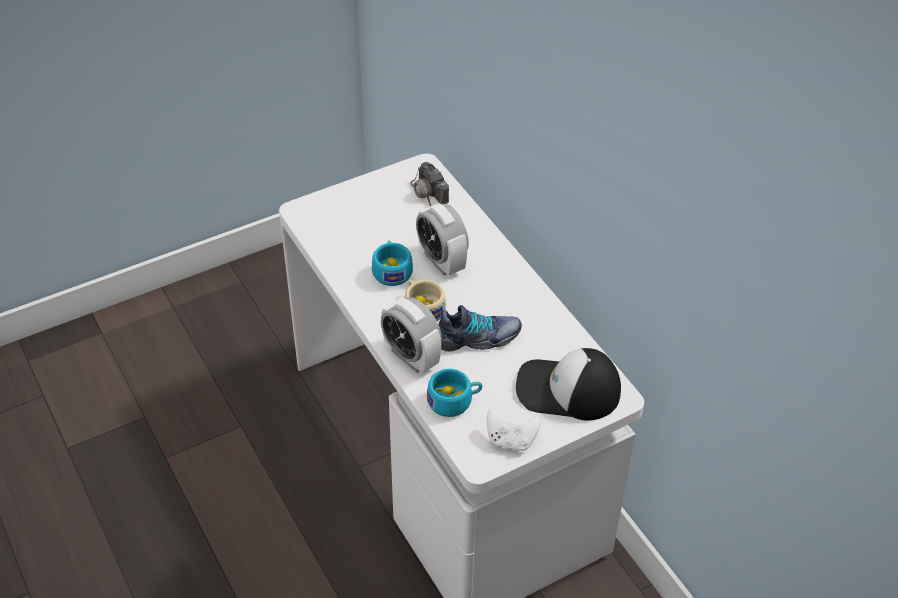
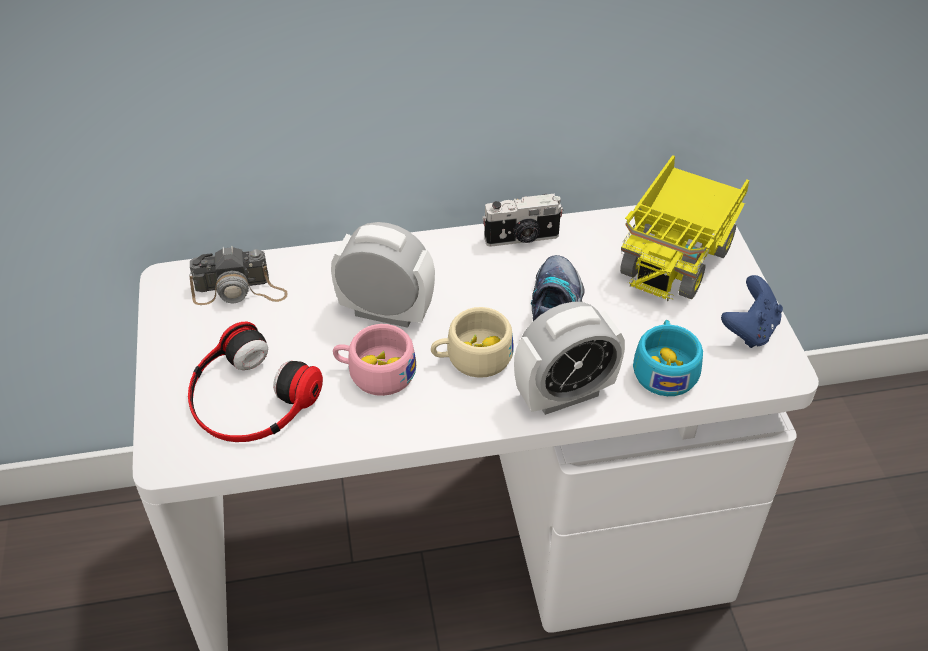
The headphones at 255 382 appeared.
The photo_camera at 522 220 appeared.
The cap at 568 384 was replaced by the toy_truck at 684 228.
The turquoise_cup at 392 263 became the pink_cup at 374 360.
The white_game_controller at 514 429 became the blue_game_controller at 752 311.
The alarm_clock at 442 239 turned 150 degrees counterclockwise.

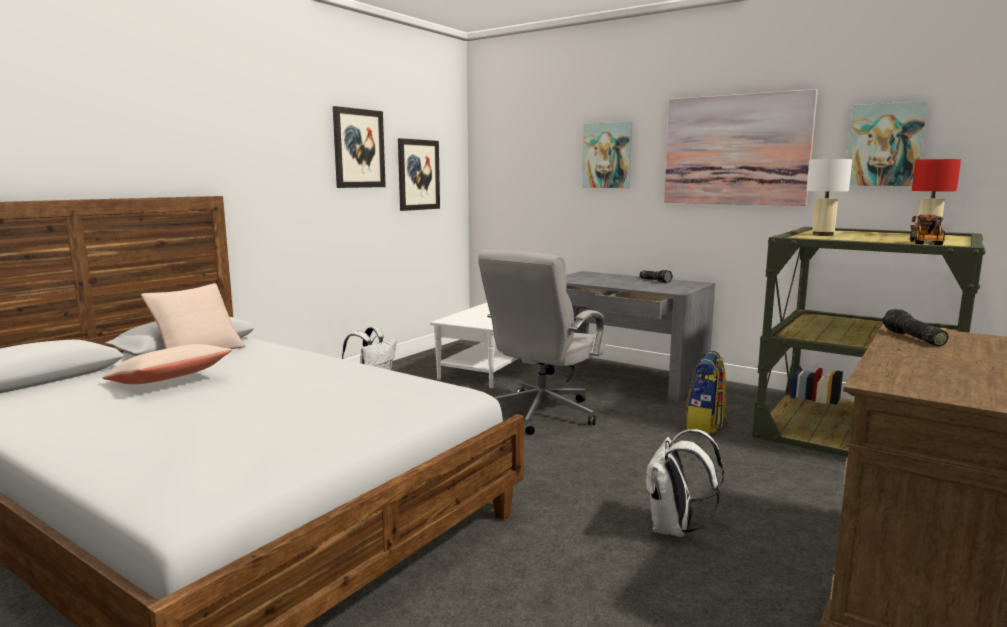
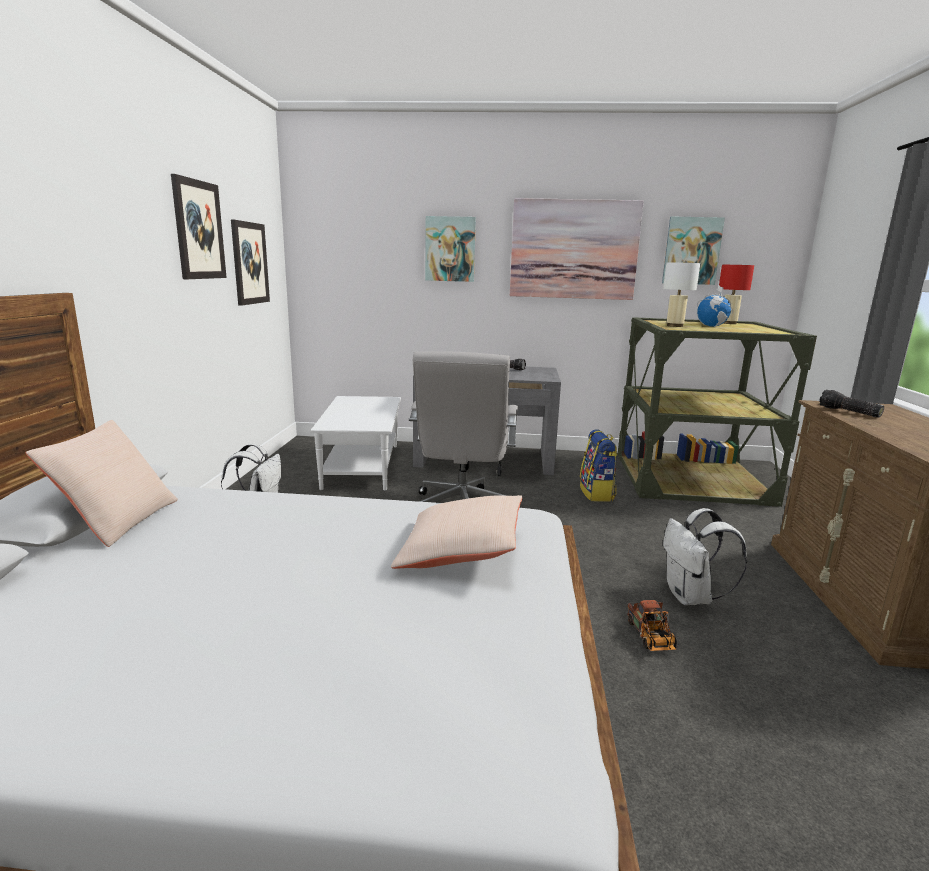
The globe at 715 306 appeared.
The beige_pillow moved from 167 364 to 456 532.
The toy_truck moved from 927 229 to 652 625.

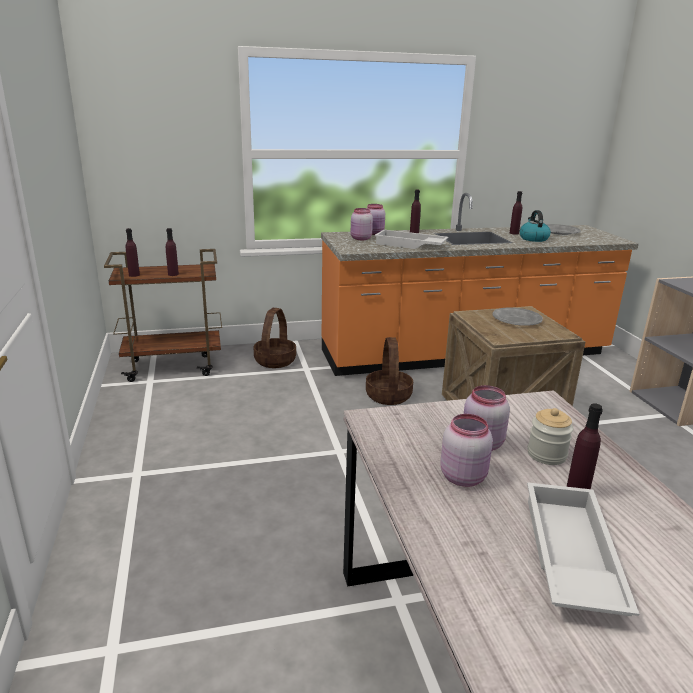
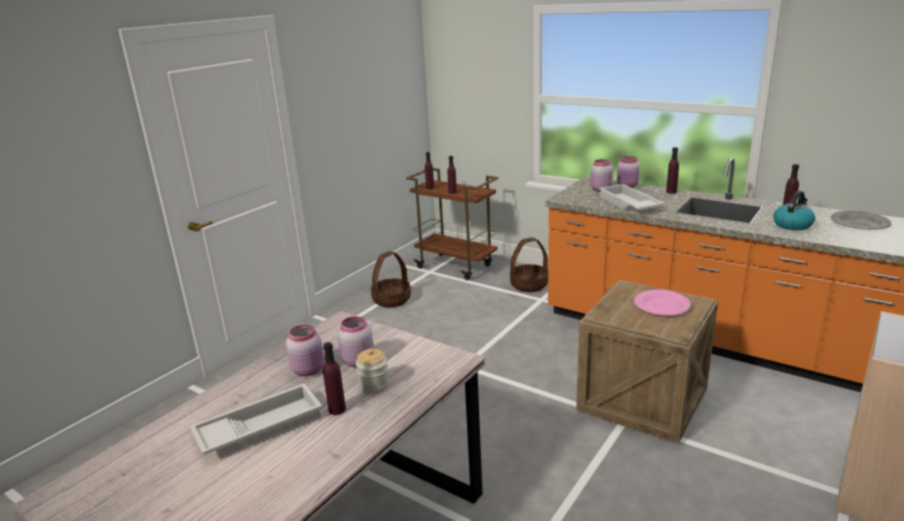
The basket moved from 389 371 to 391 279.
The grey_plate at 517 316 became the pink_plate at 662 302.

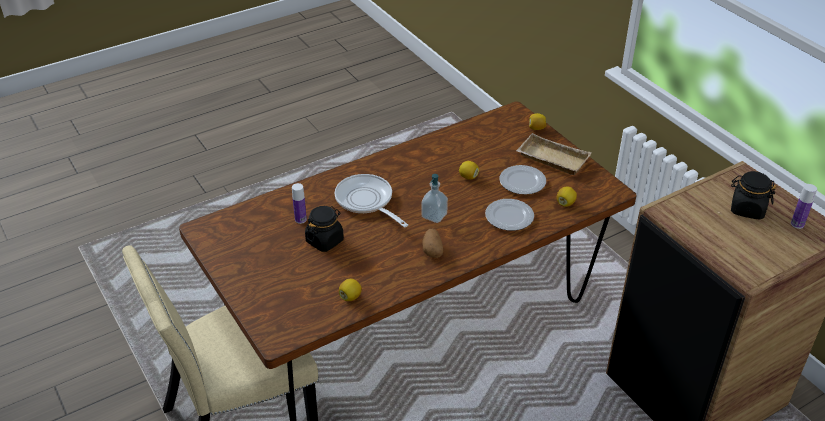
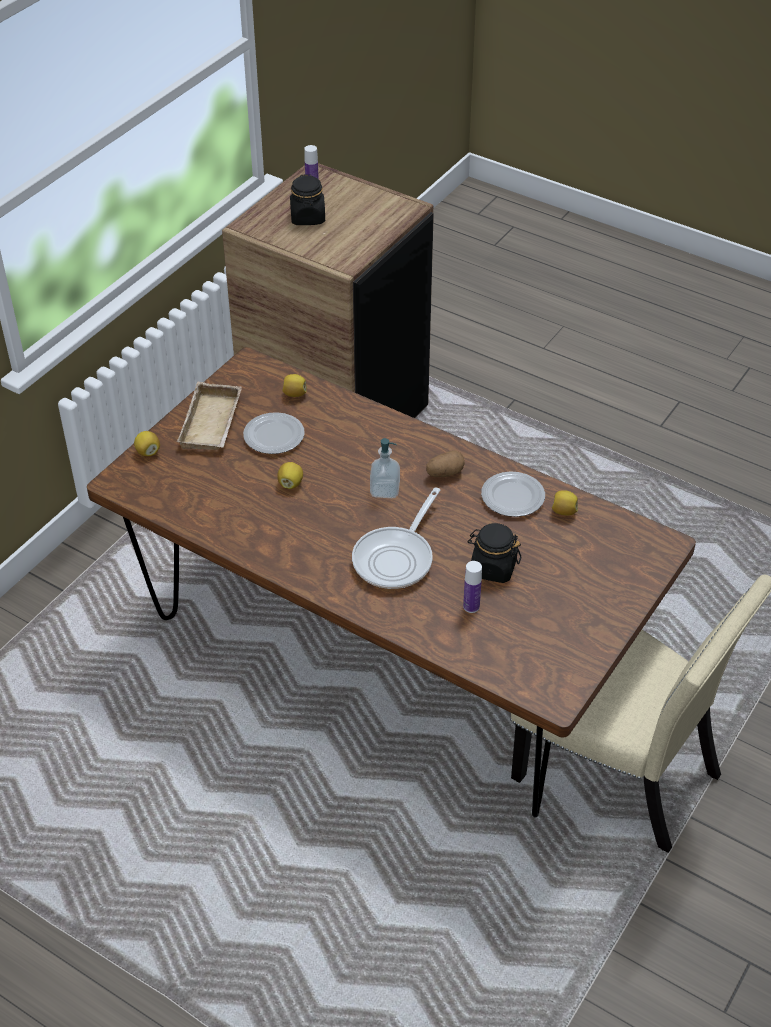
The plate moved from 509 215 to 513 494.

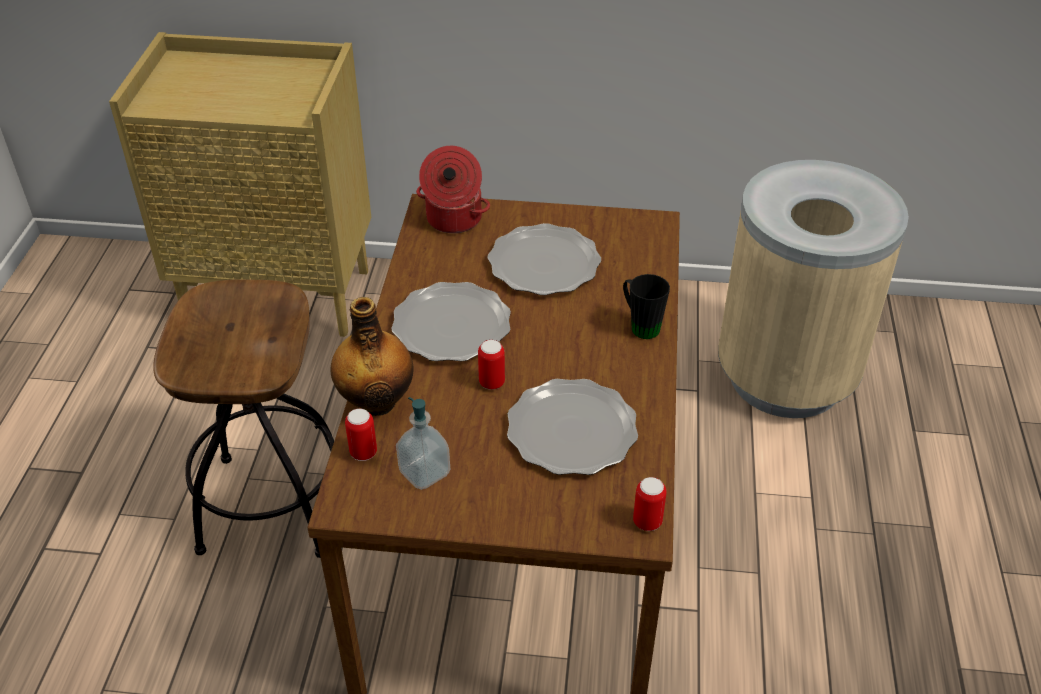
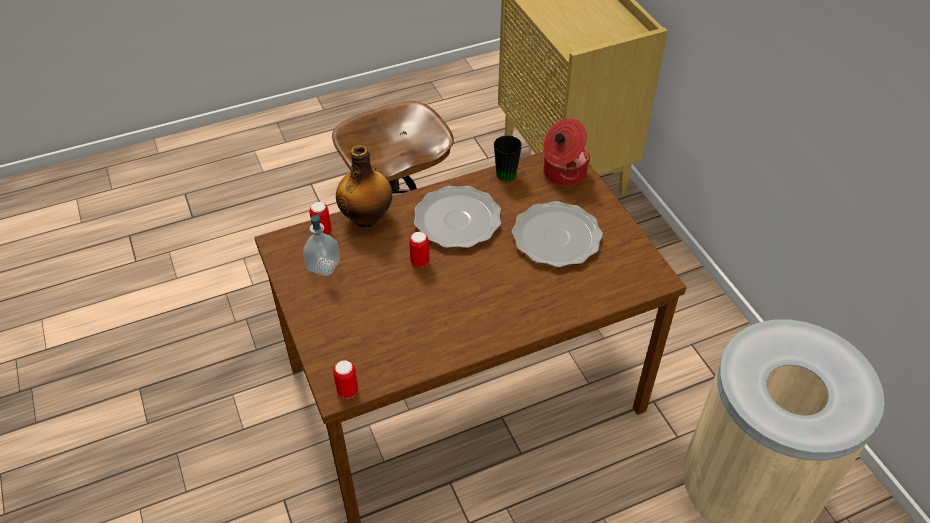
The plate at 572 427 disappeared.
The black_mug moved from 646 306 to 508 158.

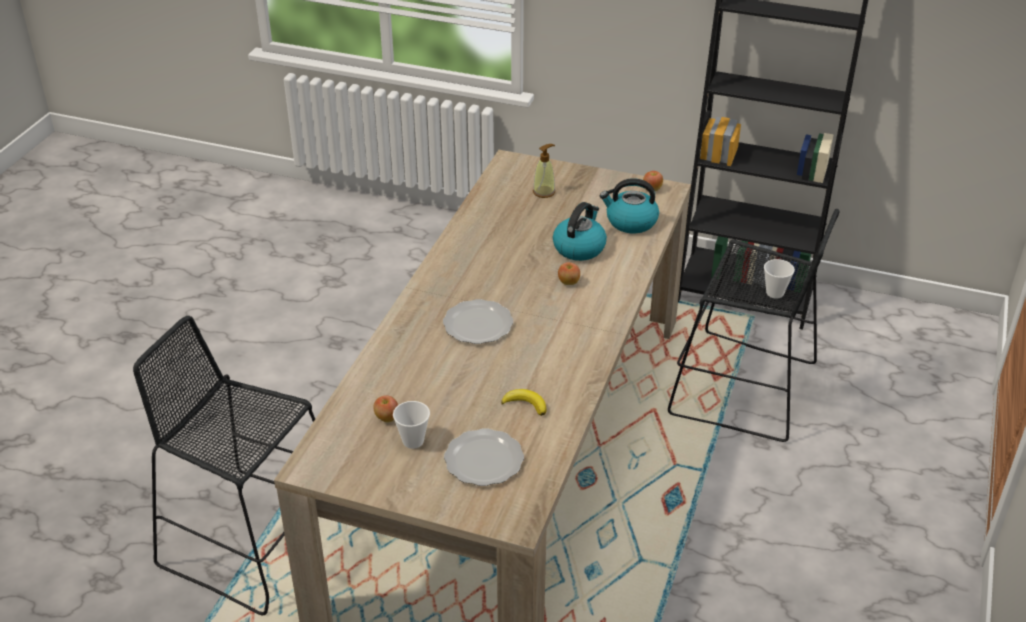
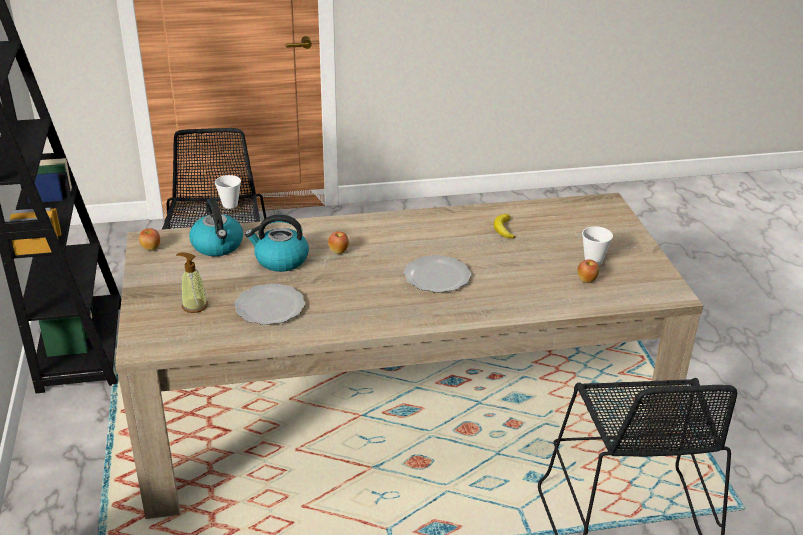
The plate moved from 484 457 to 269 304.

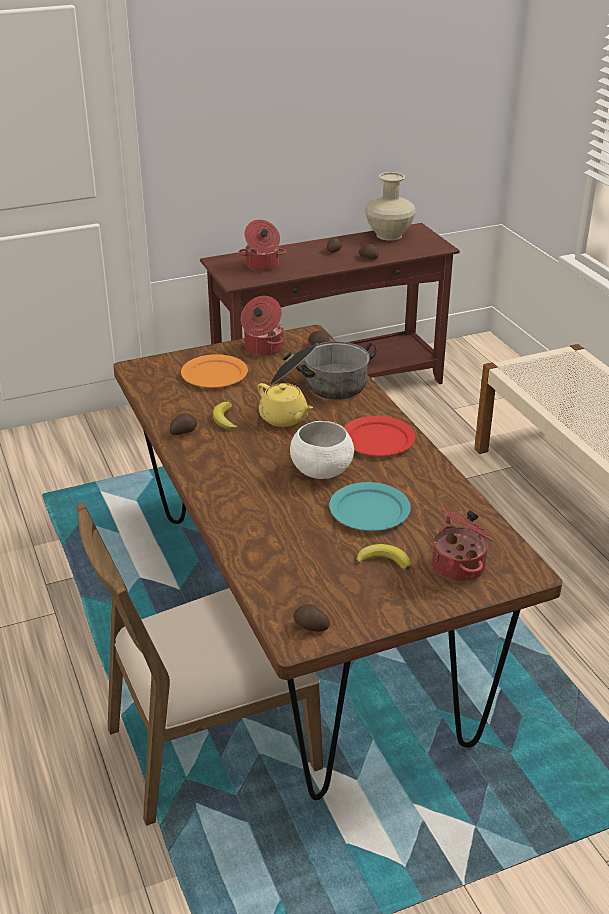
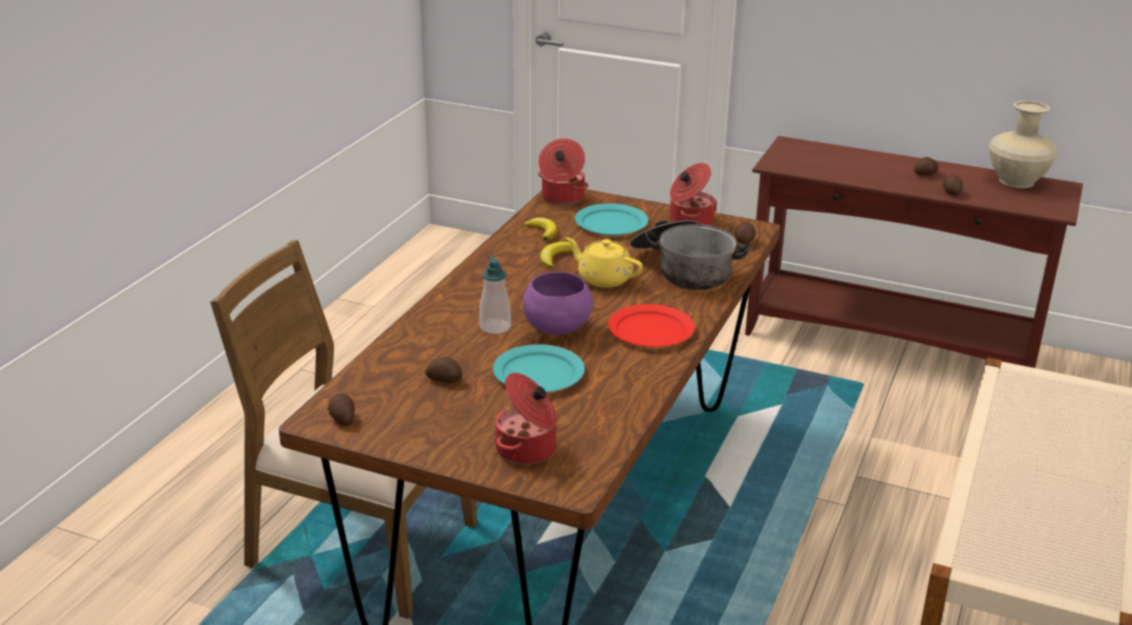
The soap_dispenser at 495 294 appeared.
The potato moved from 183 424 to 444 370.
The cooking_pot moved from 262 245 to 563 172.
The banana moved from 383 557 to 540 229.
The orange_plate at 214 371 became the turquoise_plate at 611 219.
The white_bowl at 322 450 became the purple_bowl at 558 303.
The yellow_teapot at 285 405 turned 120 degrees clockwise.

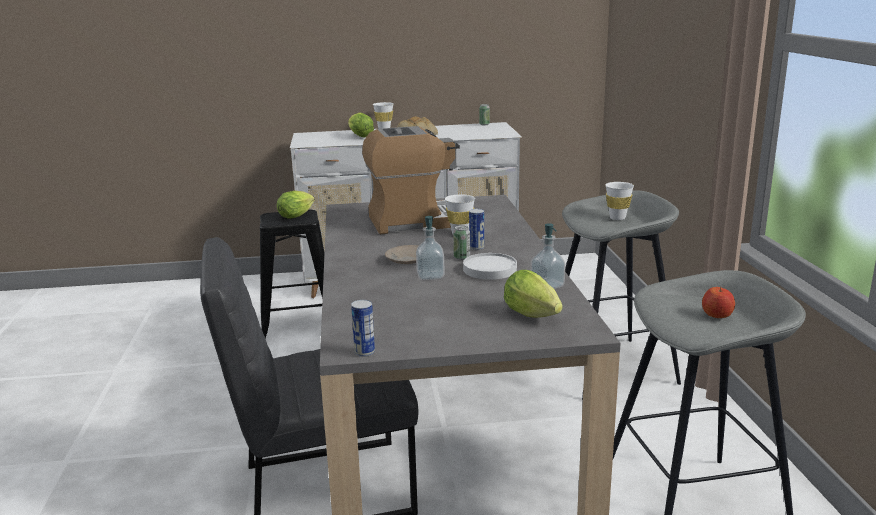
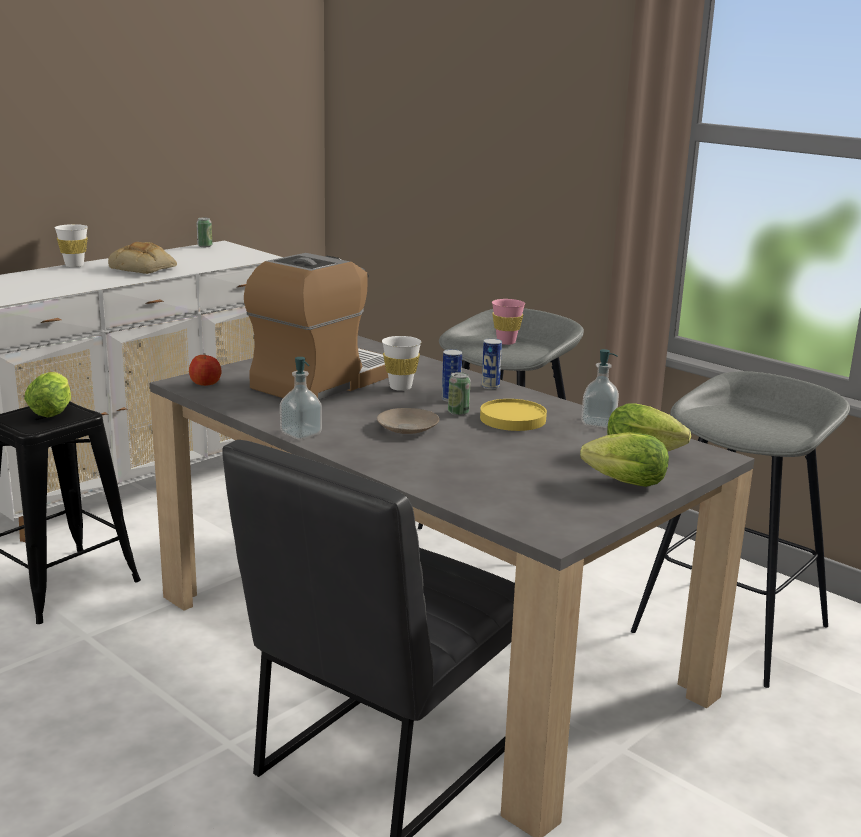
The lettuce moved from 361 124 to 624 459.
The can moved from 363 328 to 492 363.
The soap_dispenser moved from 430 248 to 301 398.
The apple moved from 718 302 to 205 370.
The white_plate at 490 266 became the yellow_plate at 513 415.
The white_cup at 619 201 became the pink_cup at 508 322.

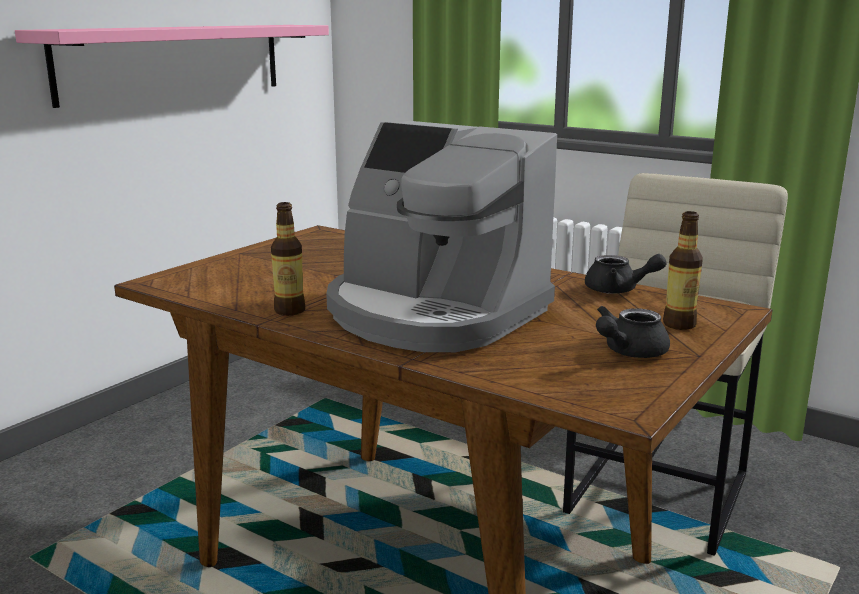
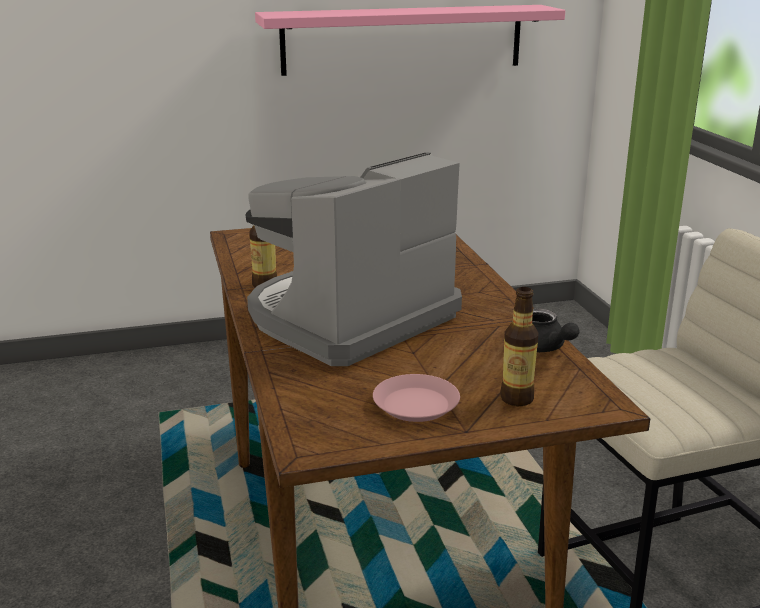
The black_teapot at 633 332 was replaced by the pink_plate at 416 398.
The coffee_machine at 441 236 turned 60 degrees clockwise.

